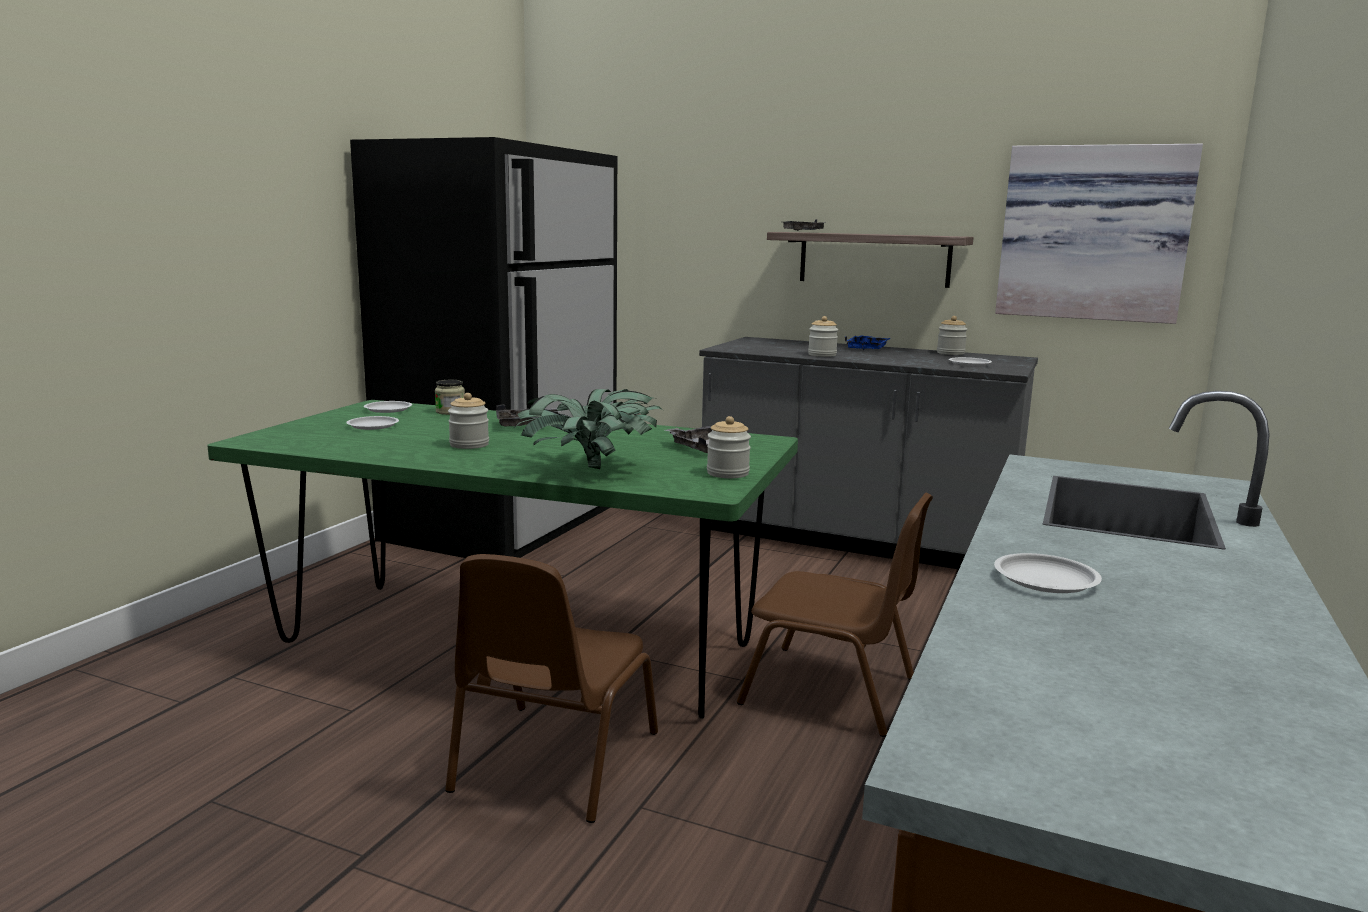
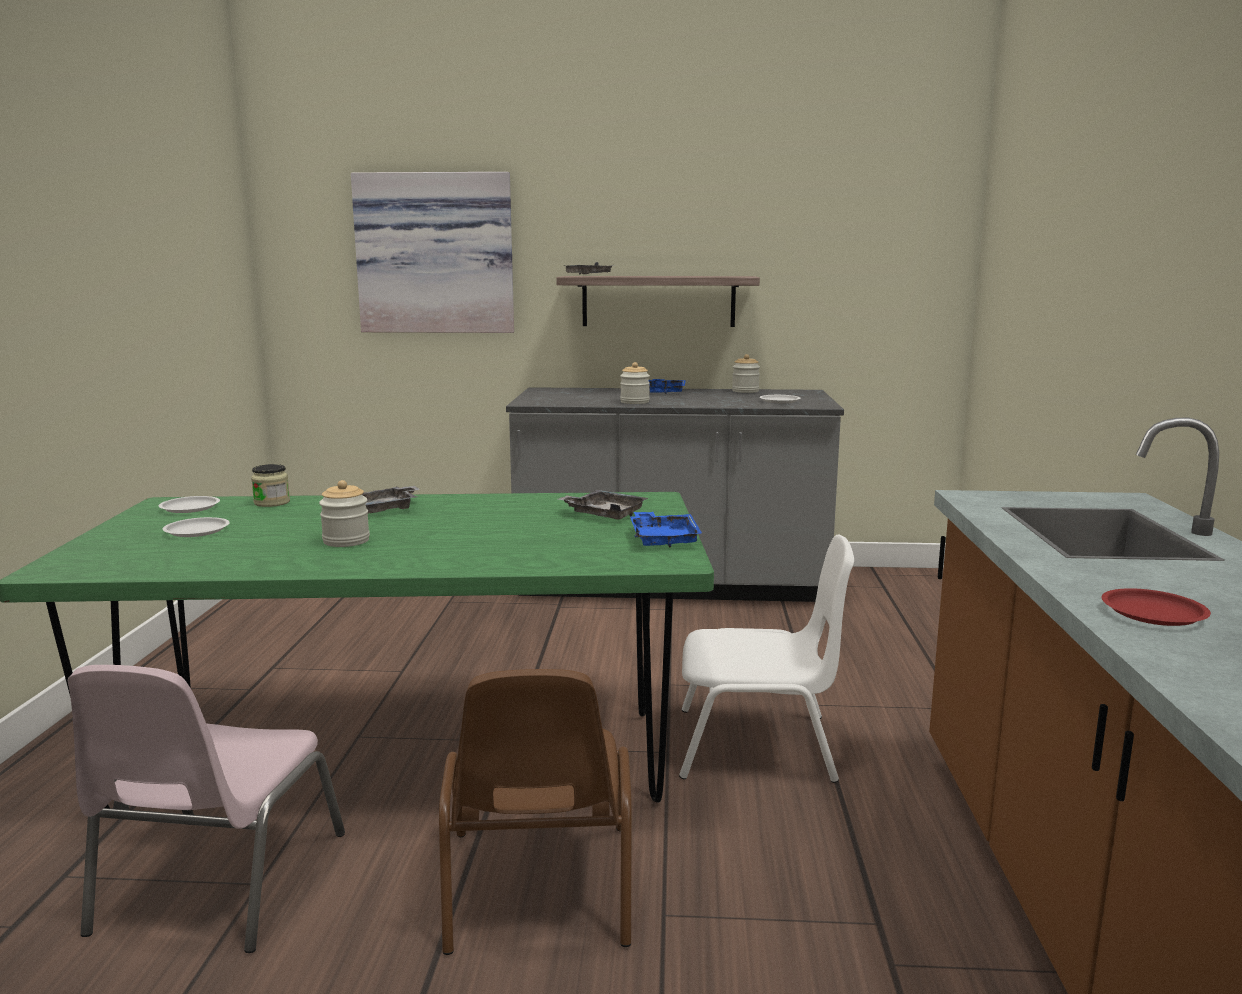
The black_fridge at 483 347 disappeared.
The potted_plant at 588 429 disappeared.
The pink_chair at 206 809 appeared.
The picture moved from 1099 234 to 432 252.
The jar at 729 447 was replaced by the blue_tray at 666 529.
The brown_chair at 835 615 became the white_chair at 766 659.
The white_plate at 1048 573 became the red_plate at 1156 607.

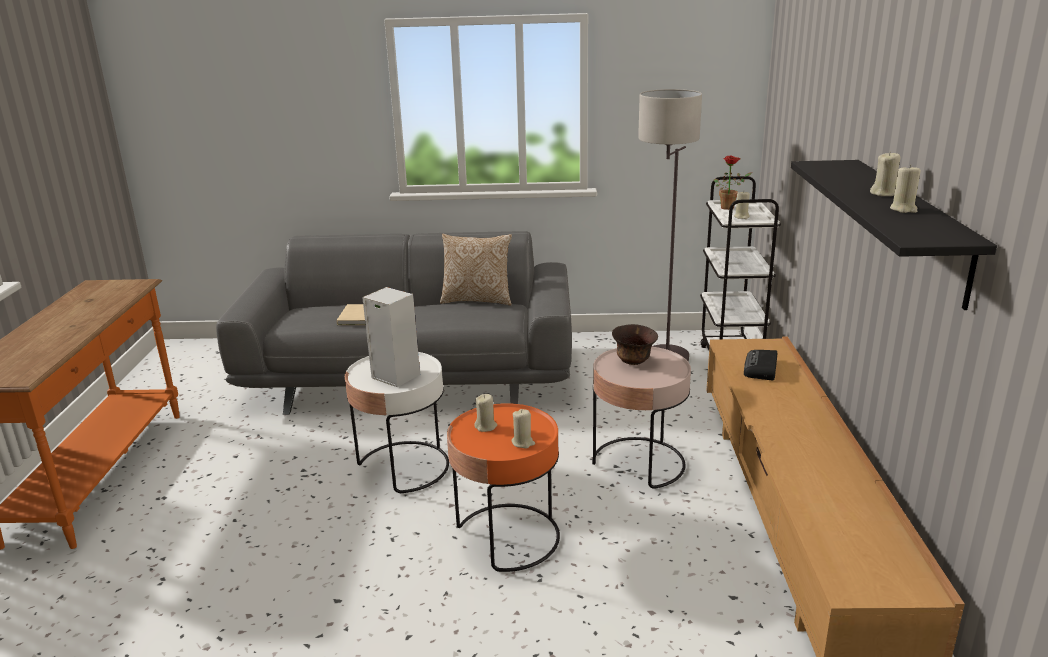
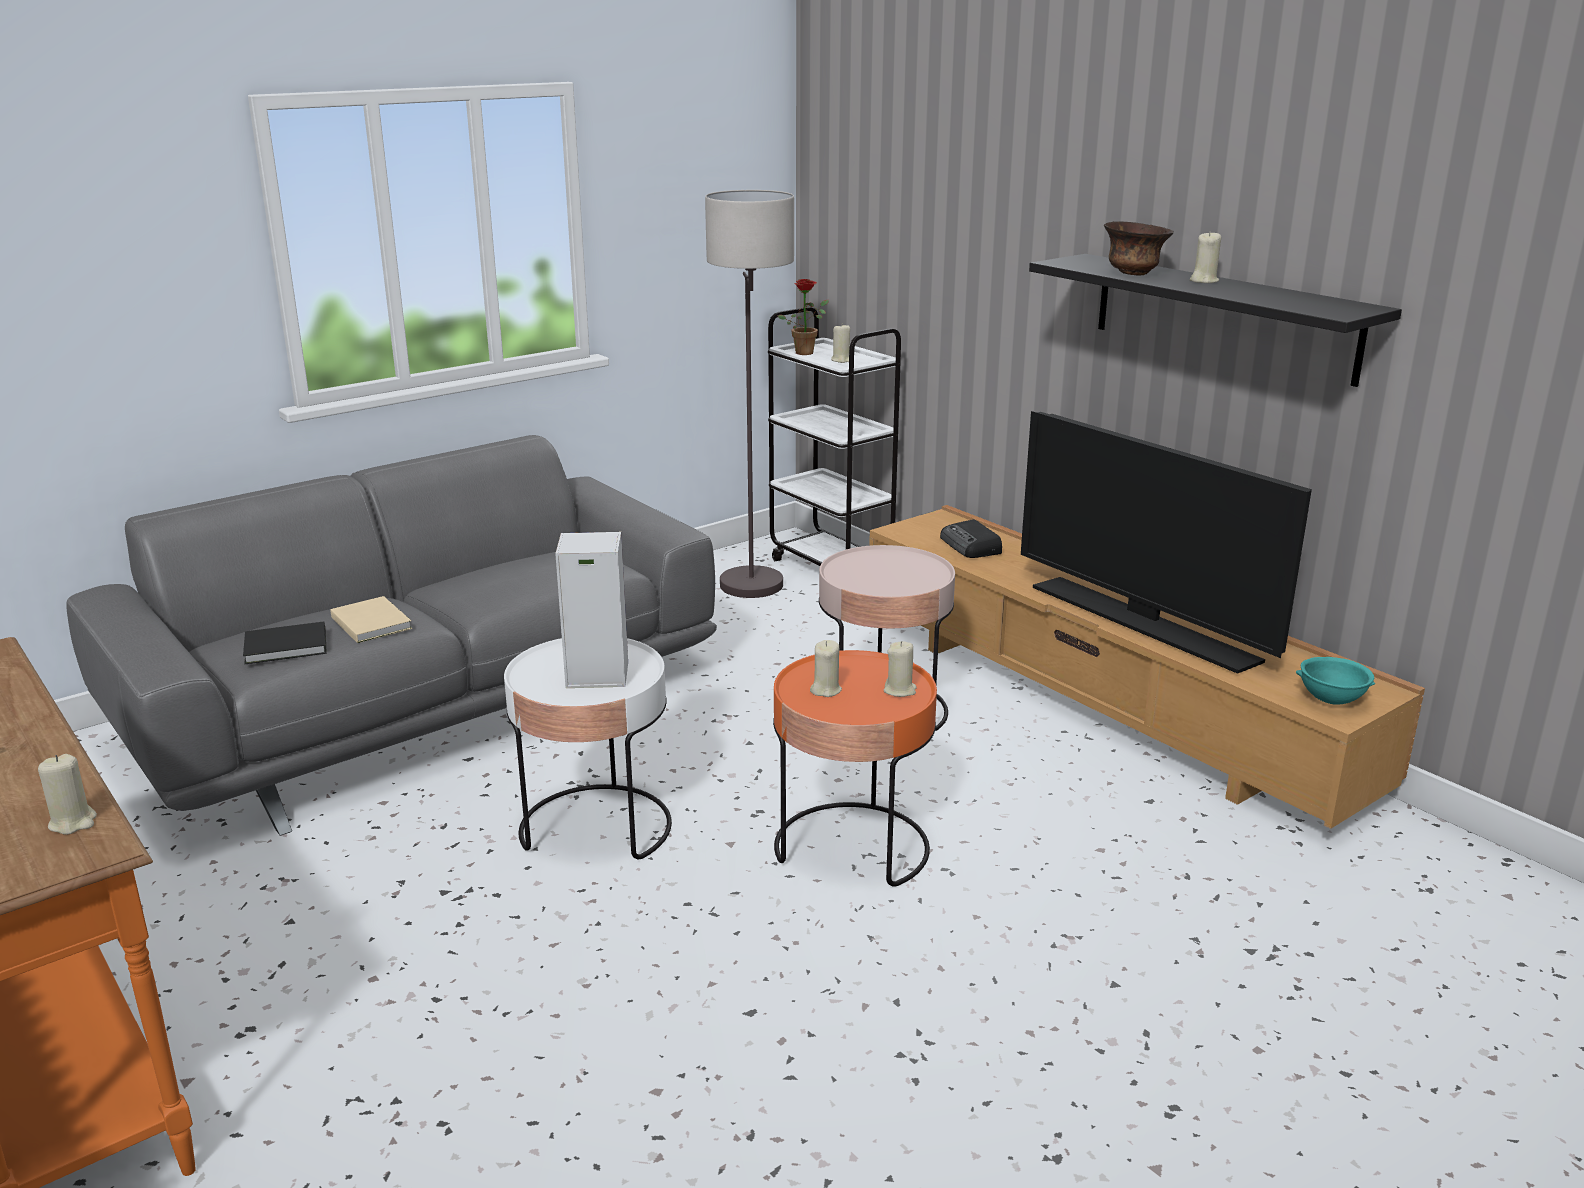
The pillow at 476 270 disappeared.
The black_book at 285 642 appeared.
The television at 1166 542 appeared.
The turquoise_bowl at 1335 681 appeared.
The brown_bowl moved from 635 344 to 1139 249.
The beige_candle moved from 905 188 to 67 794.

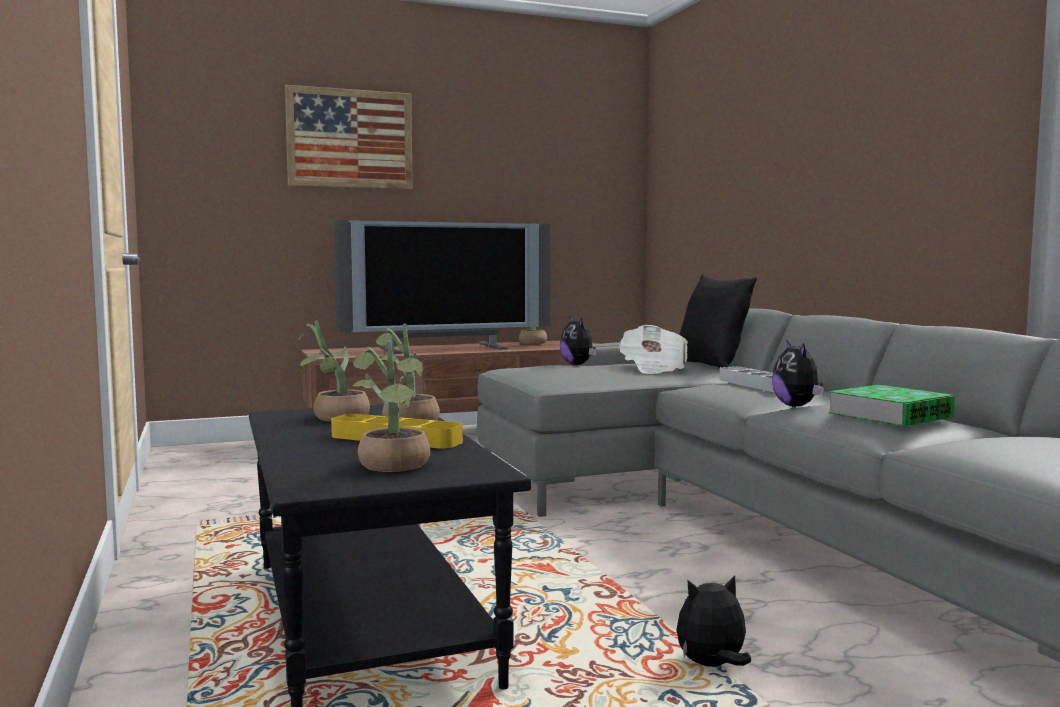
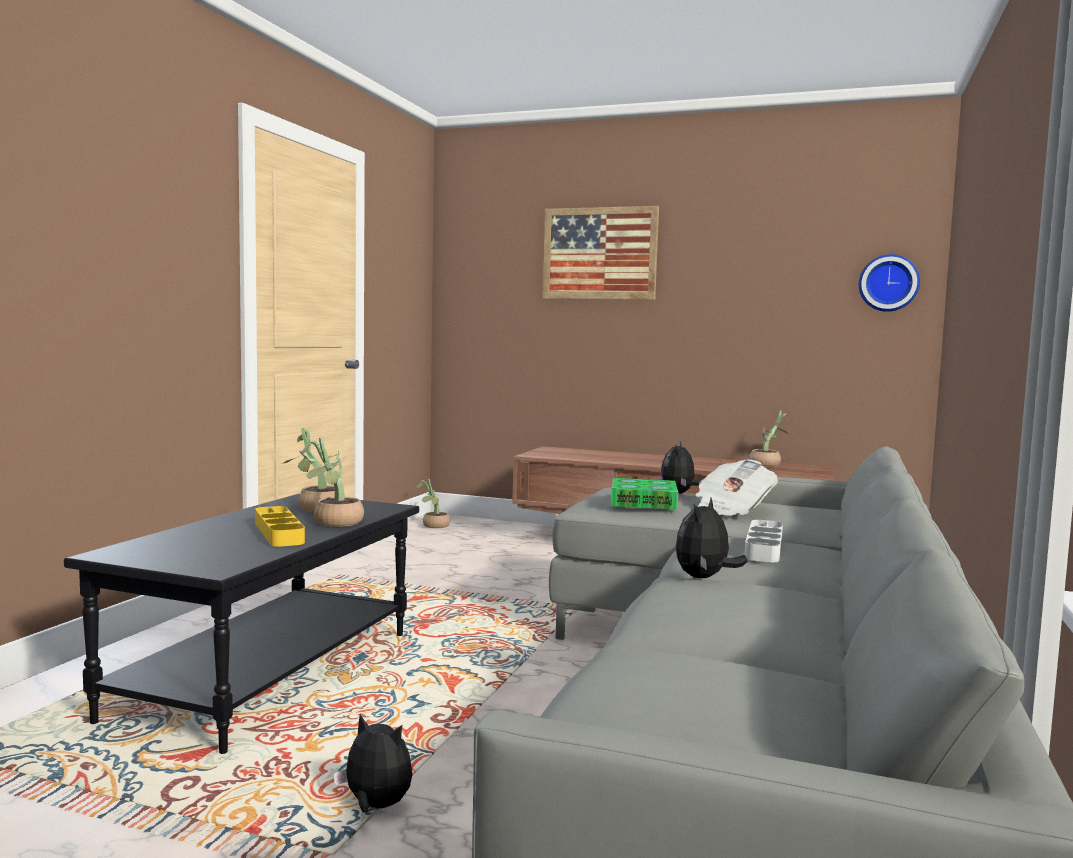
The television at 442 287 disappeared.
The black_pillow at 718 321 disappeared.
The wall_clock at 889 283 appeared.
The potted_plant moved from 392 406 to 433 503.
The book moved from 892 405 to 644 493.

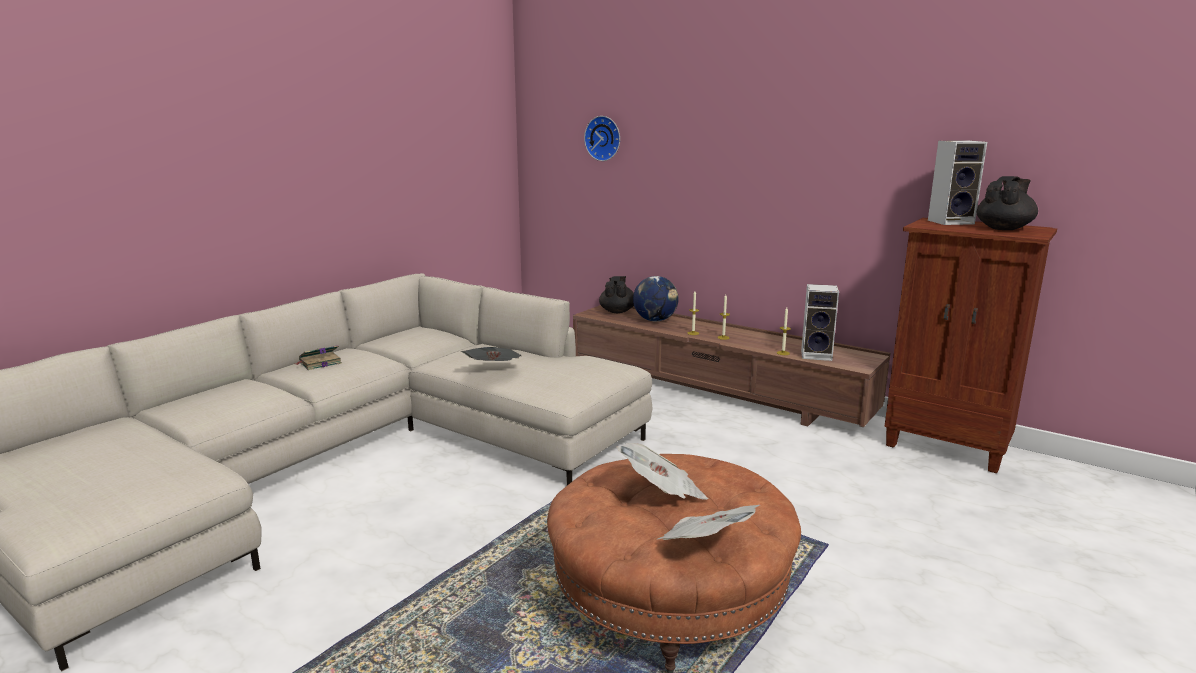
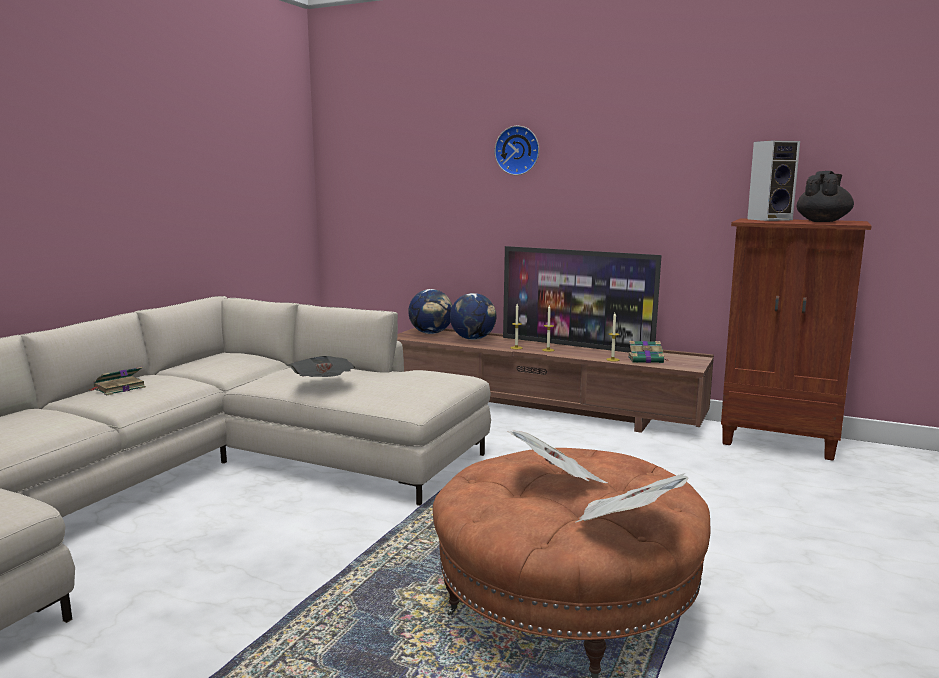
The television at 582 299 appeared.
The wall_clock moved from 602 138 to 516 150.
The black_teapot at 616 294 was replaced by the globe at 430 311.
The speaker at 820 322 was replaced by the book at 648 352.

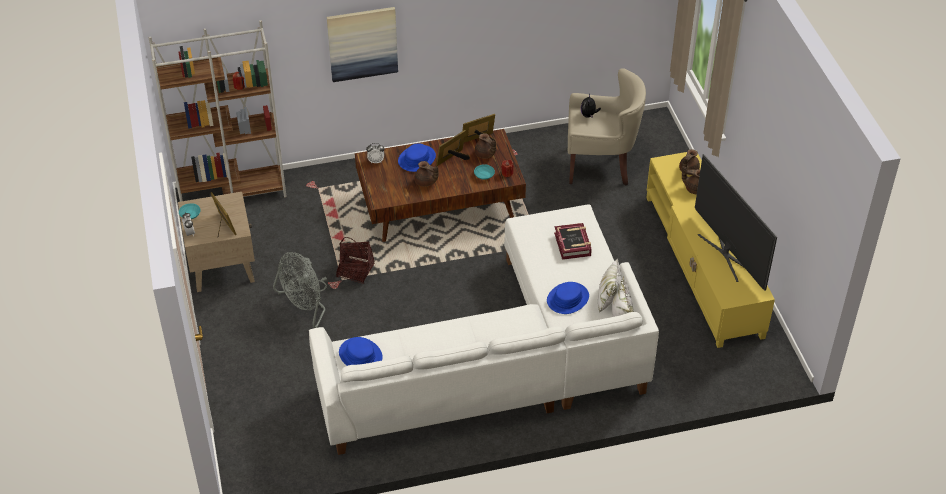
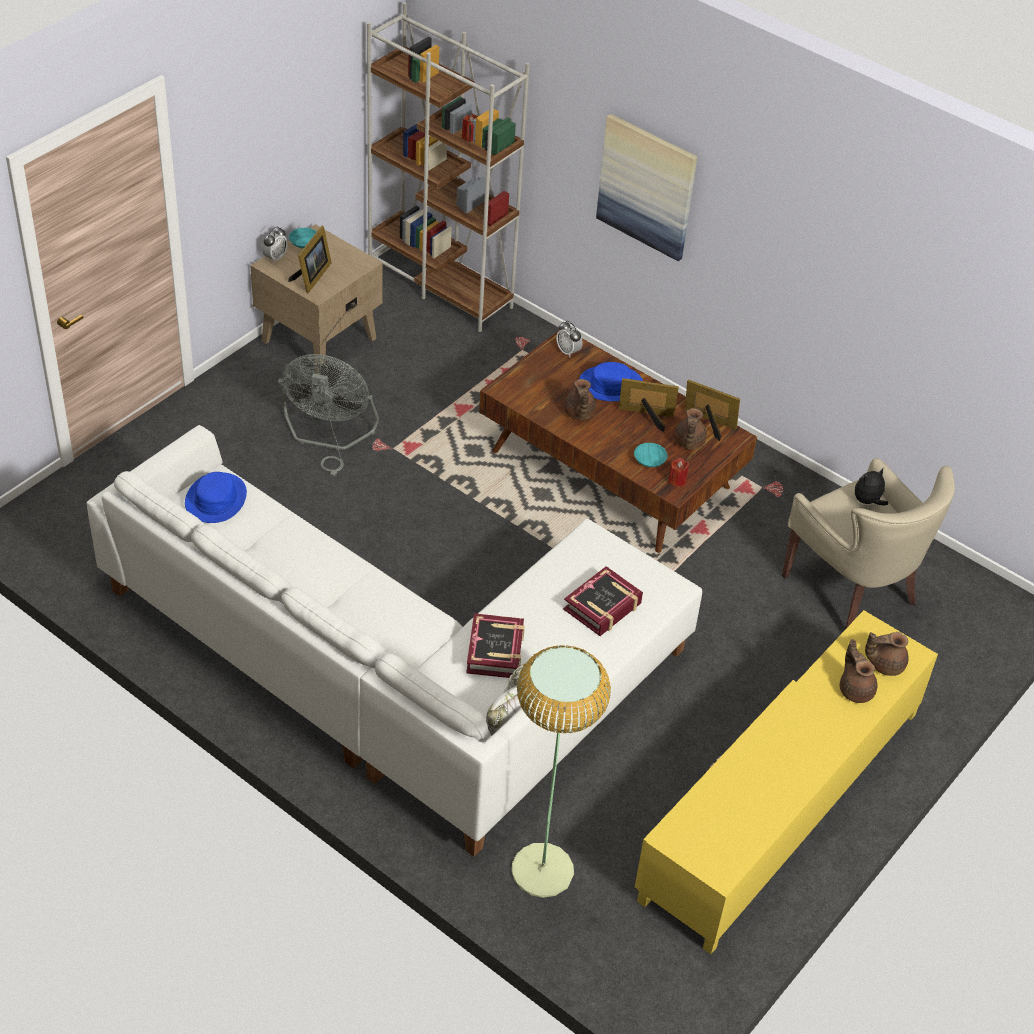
The basket at 355 260 disappeared.
The television at 736 222 disappeared.
The floor_lamp at 561 771 appeared.
The blue_hat at 568 298 was replaced by the book at 495 645.
The grey_fan at 300 290 turned 90 degrees clockwise.

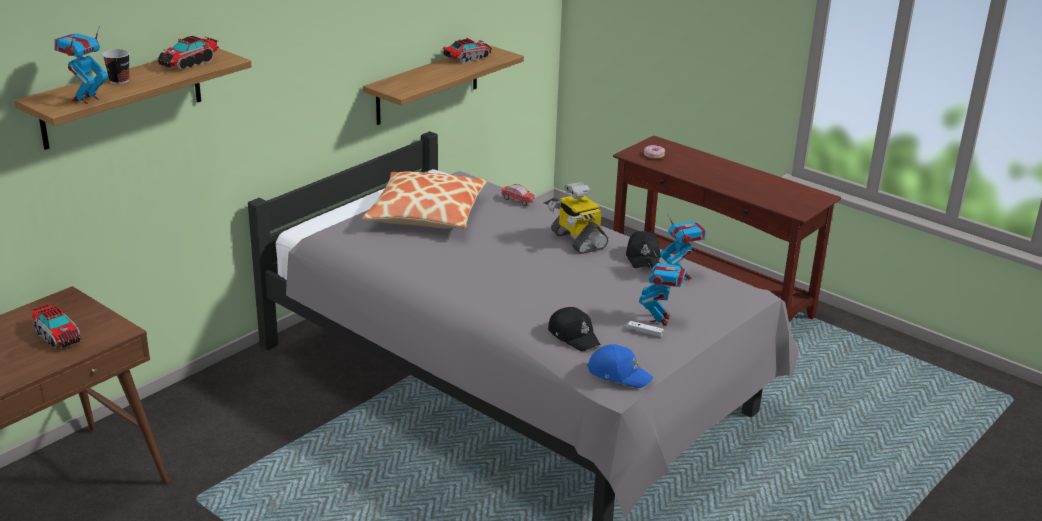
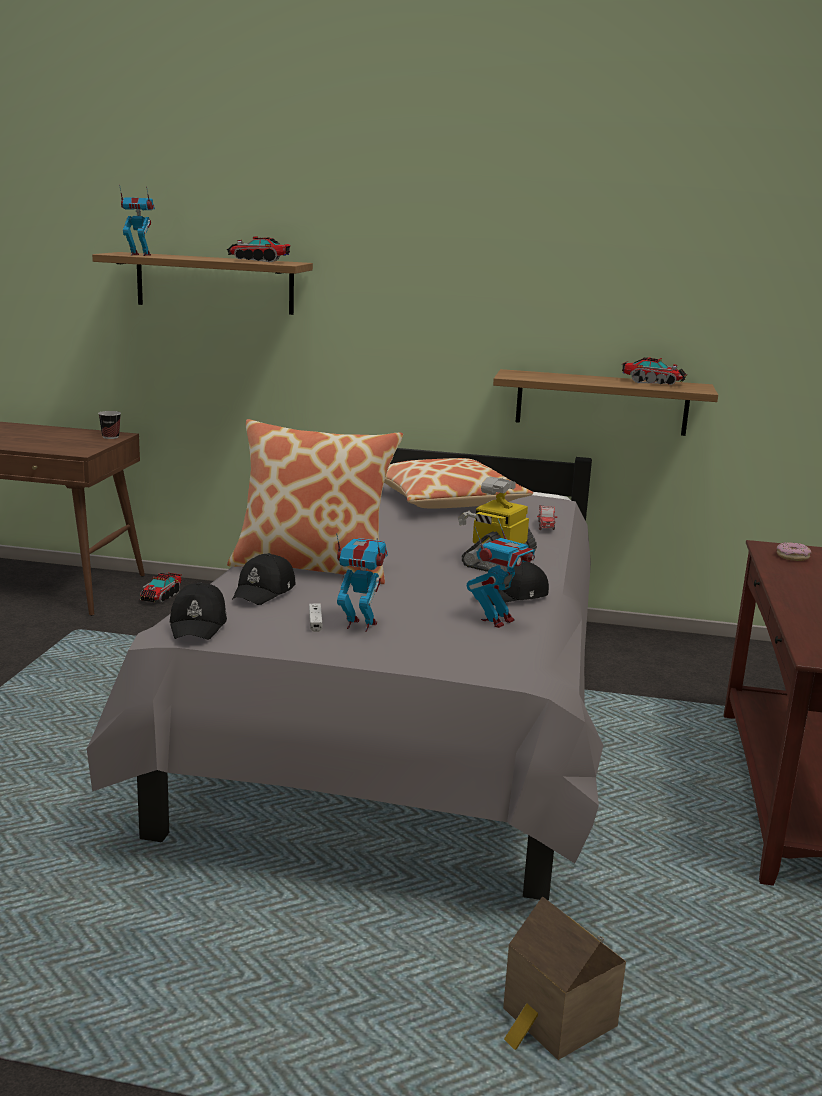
The pillow at 315 501 appeared.
The toy_house at 564 978 appeared.
The toy_truck moved from 56 325 to 161 587.
The cup moved from 116 66 to 109 425.
The blue_cap at 620 366 became the black_cap at 198 611.
The toy_robot at 663 288 turned 150 degrees counterclockwise.

